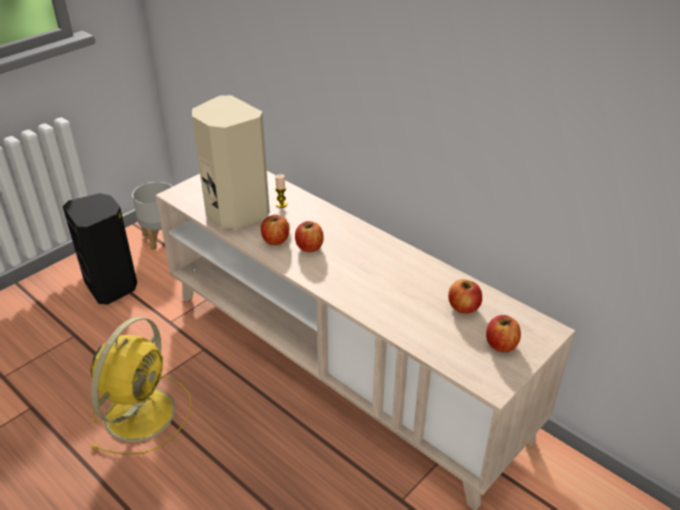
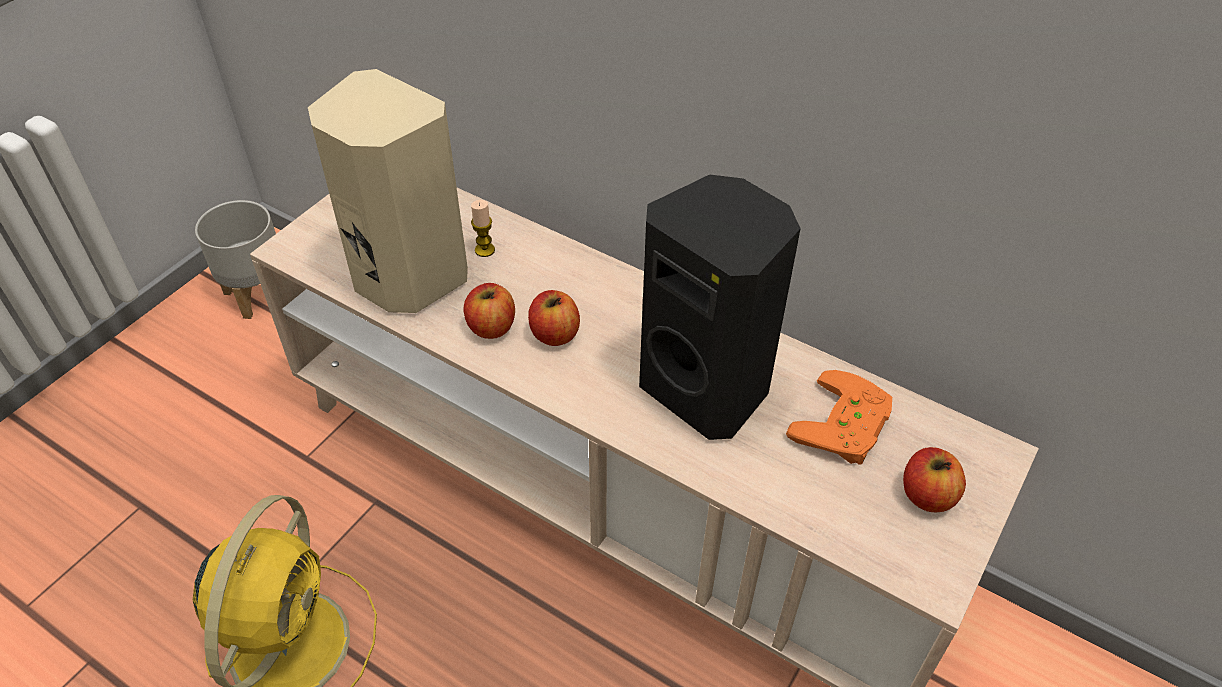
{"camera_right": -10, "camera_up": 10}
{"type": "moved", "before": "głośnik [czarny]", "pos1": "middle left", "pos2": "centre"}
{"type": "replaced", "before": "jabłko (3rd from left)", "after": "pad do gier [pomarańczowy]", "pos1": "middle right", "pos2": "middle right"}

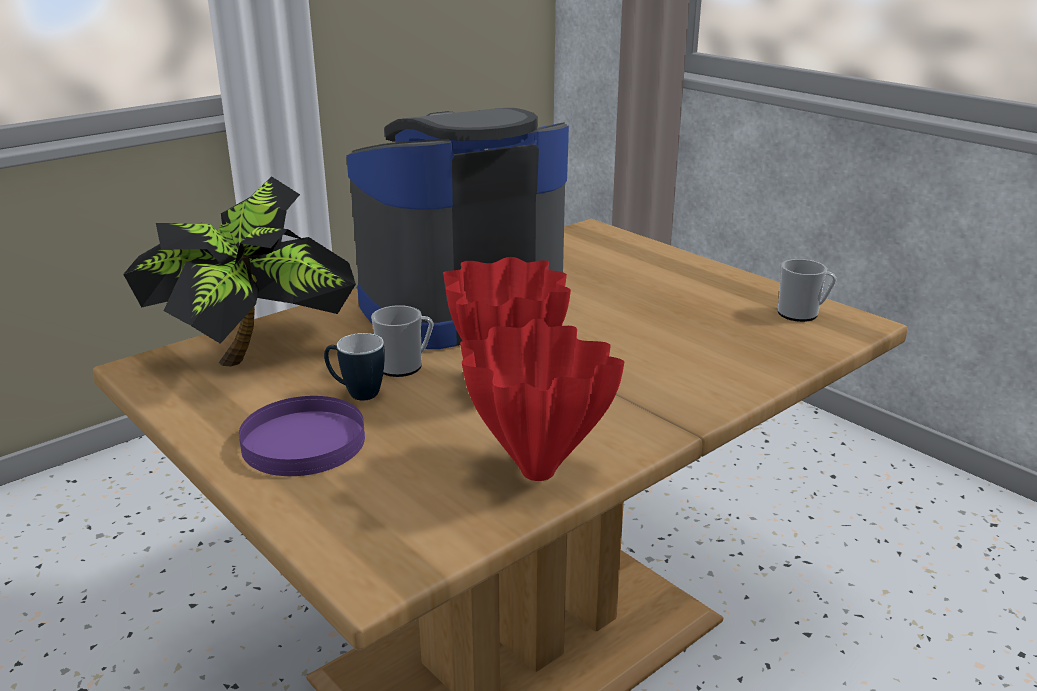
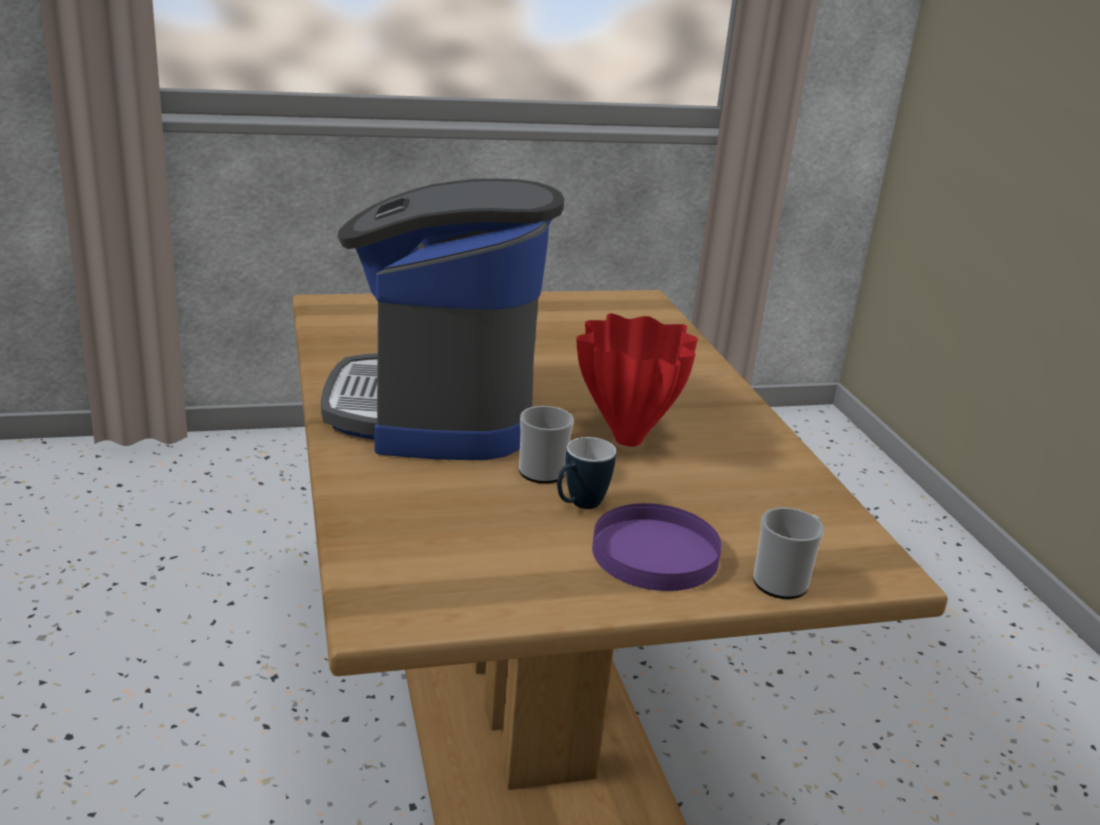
{"camera_right": -65, "camera_up": 0}
{"type": "moved", "before": "kubek (3rd from left)", "pos1": "middle right", "pos2": "bottom right"}
{"type": "removed", "before": "roślina doniczkowa", "pos1": "middle left"}
{"type": "removed", "before": "wazon [czerwony] (2nd from left)", "pos1": "centre"}

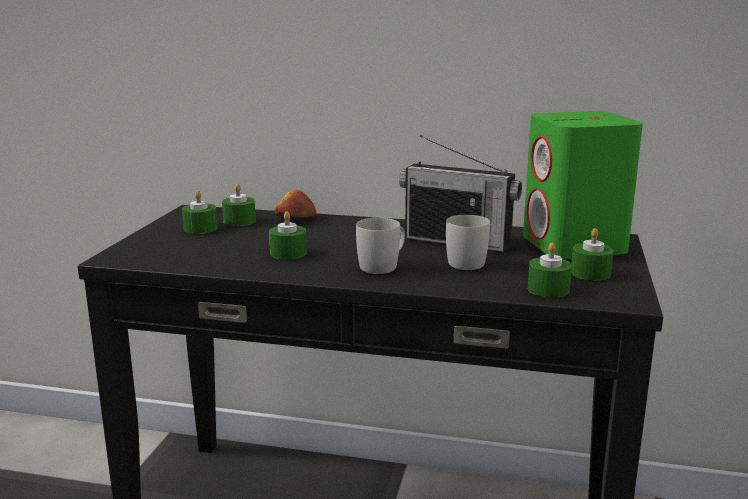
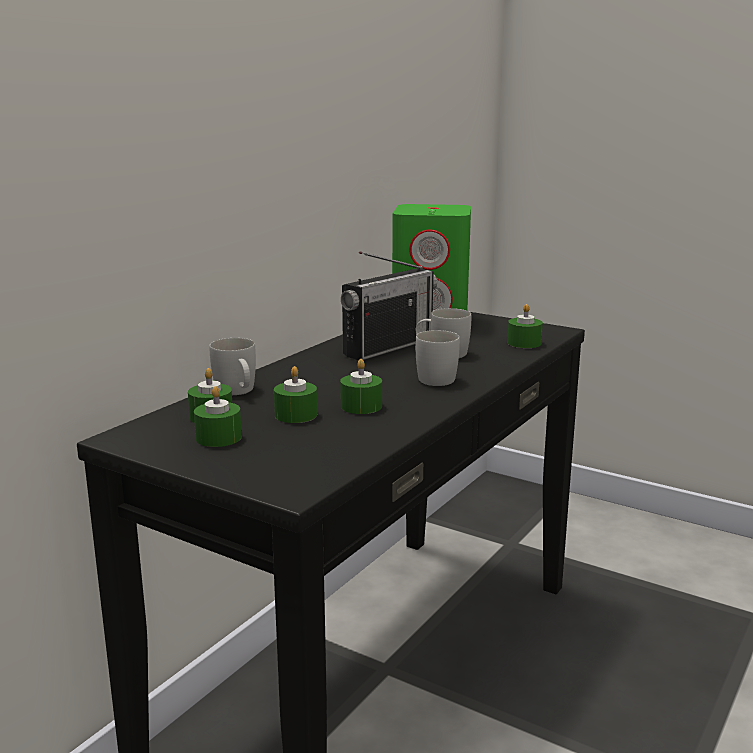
{"camera_right": -70, "camera_up": 0}
{"type": "replaced", "before": "jabłko", "after": "kubek [biały] (1st from left)", "pos1": "centre", "pos2": "middle left"}
{"type": "moved", "before": "świeca [zielony] (5th from left in the first image)", "after": "świeca [zielony] (3rd from left)", "pos1": "middle right", "pos2": "centre"}

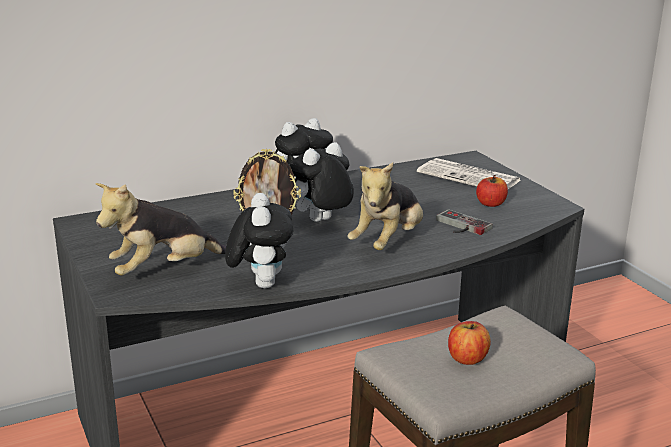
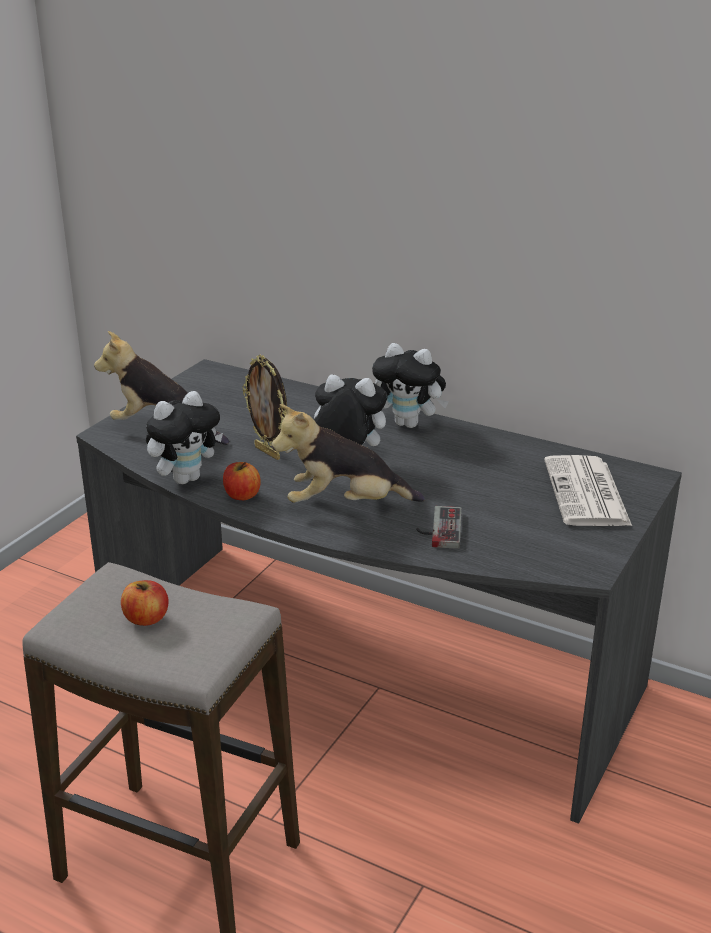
{"camera_right": 55, "camera_up": 5}
{"type": "moved", "before": "jabłko (2nd from left)", "pos1": "middle right", "pos2": "centre"}

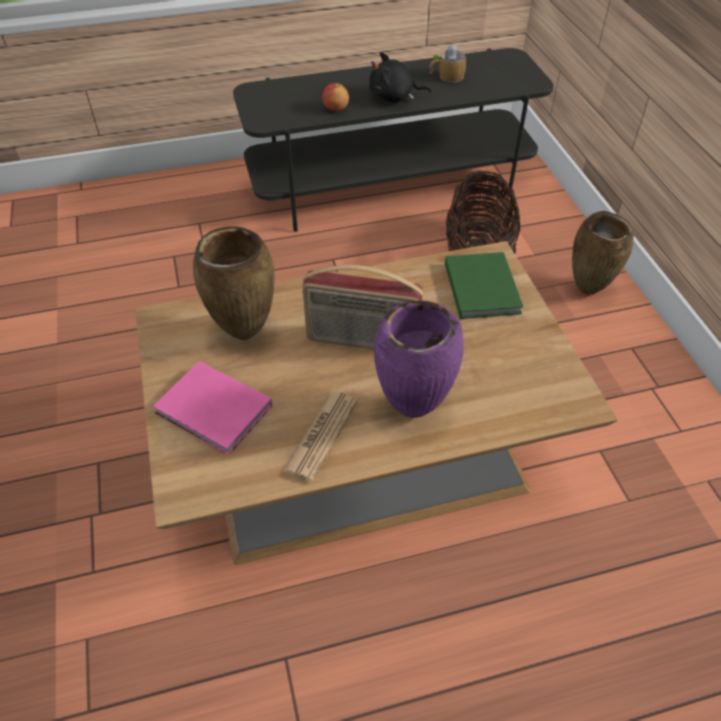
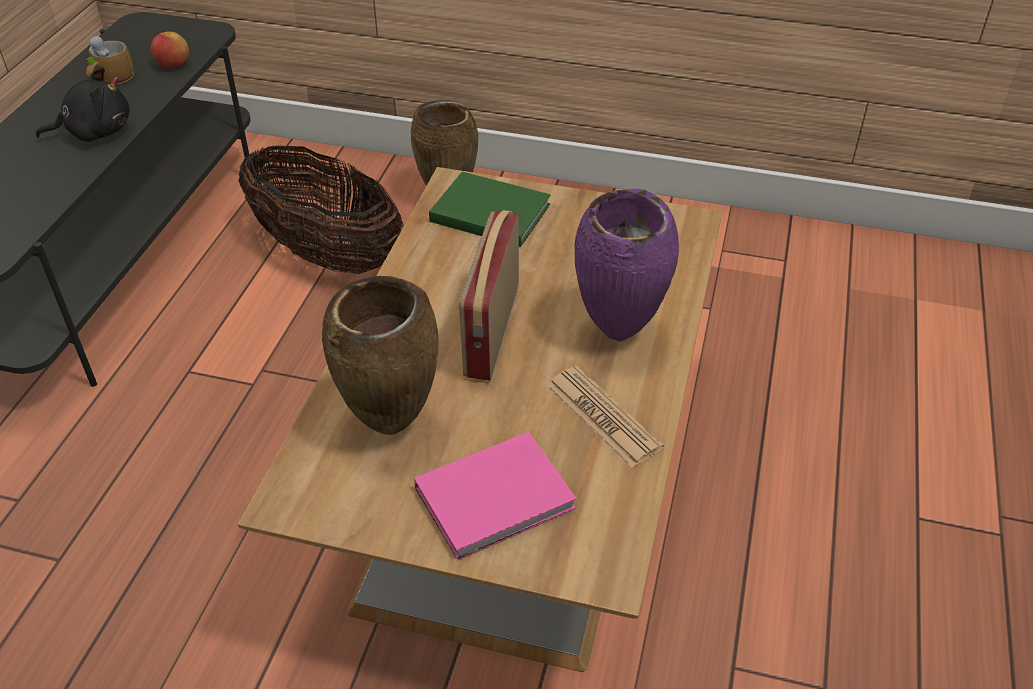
{"camera_right": -60, "camera_up": -5}
{"type": "turned", "before": "pluszak [czarny]", "pos1": "top centre", "pos2": "top left", "turn": -135}
{"type": "moved", "before": "jabłko", "pos1": "top centre", "pos2": "top left"}
{"type": "turned", "before": "radio", "pos1": "centre", "pos2": "centre", "turn": 150}

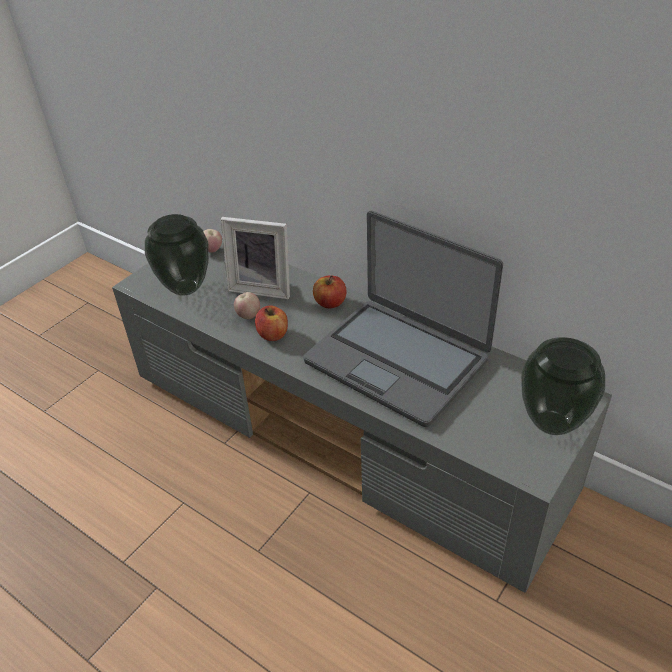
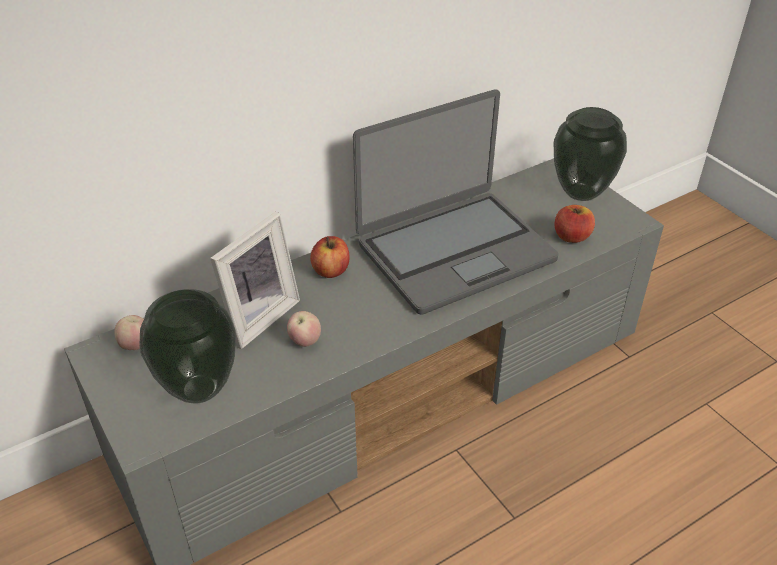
{"camera_right": -70, "camera_up": 0}
{"type": "moved", "before": "jabłko (3rd from left in the first image)", "after": "jabłko (4th from left)", "pos1": "centre", "pos2": "middle right"}

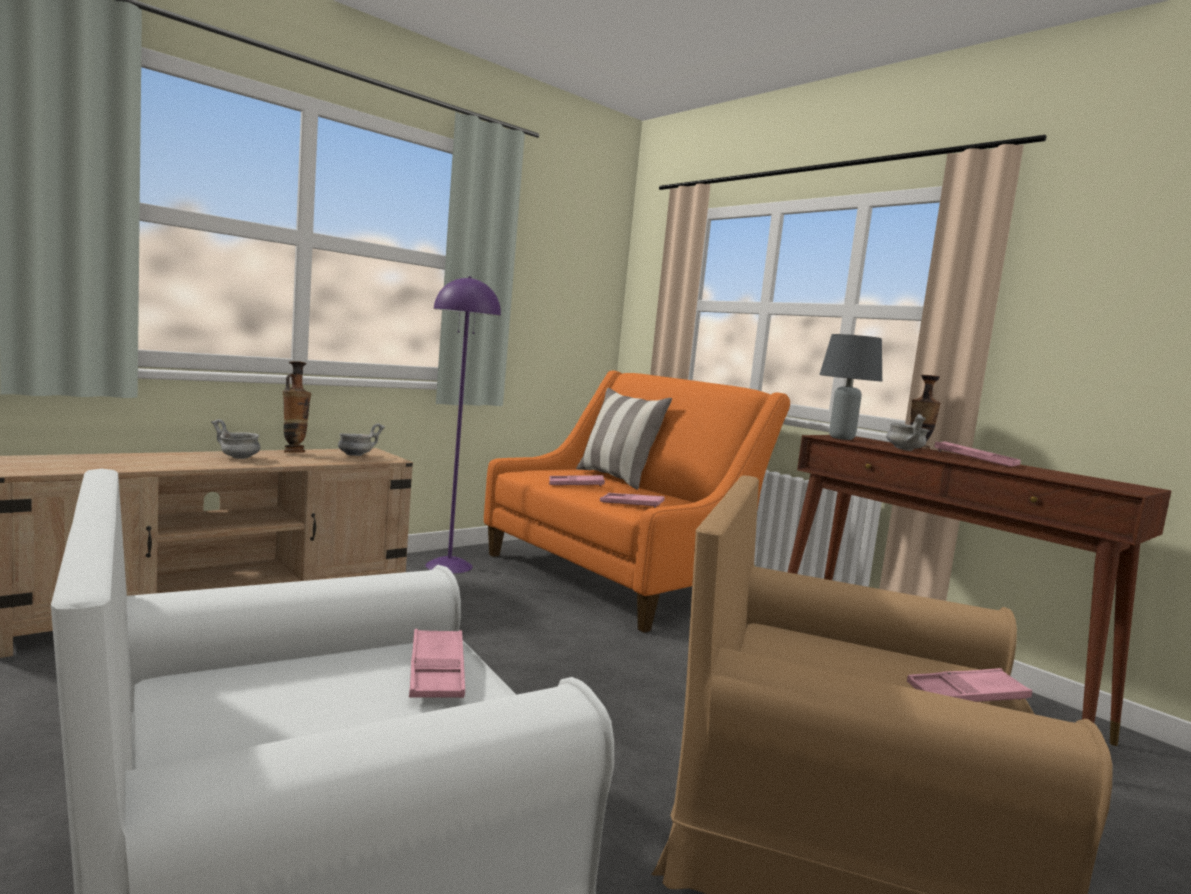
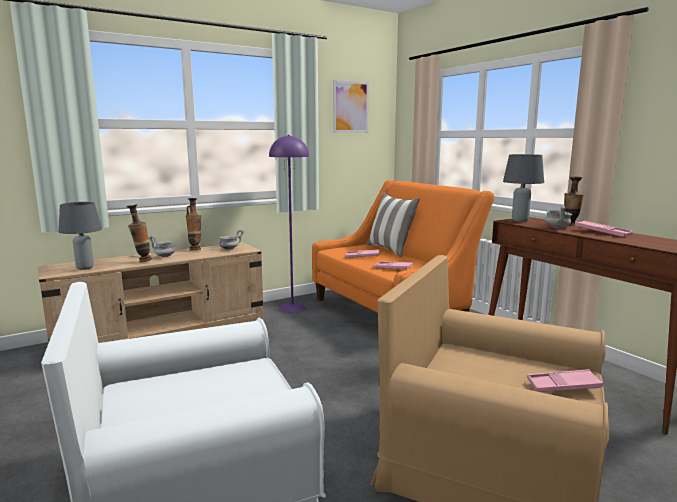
{"camera_right": 10, "camera_up": 5}
{"type": "added", "after": "lampa stołowa [szary] (1st from left)", "pos2": "middle left"}
{"type": "added", "after": "wazon (1st from left)", "pos2": "middle left"}
{"type": "added", "after": "obraz", "pos2": "top centre"}
{"type": "removed", "before": "taca [różowy] (1st from left)", "pos1": "bottom centre"}

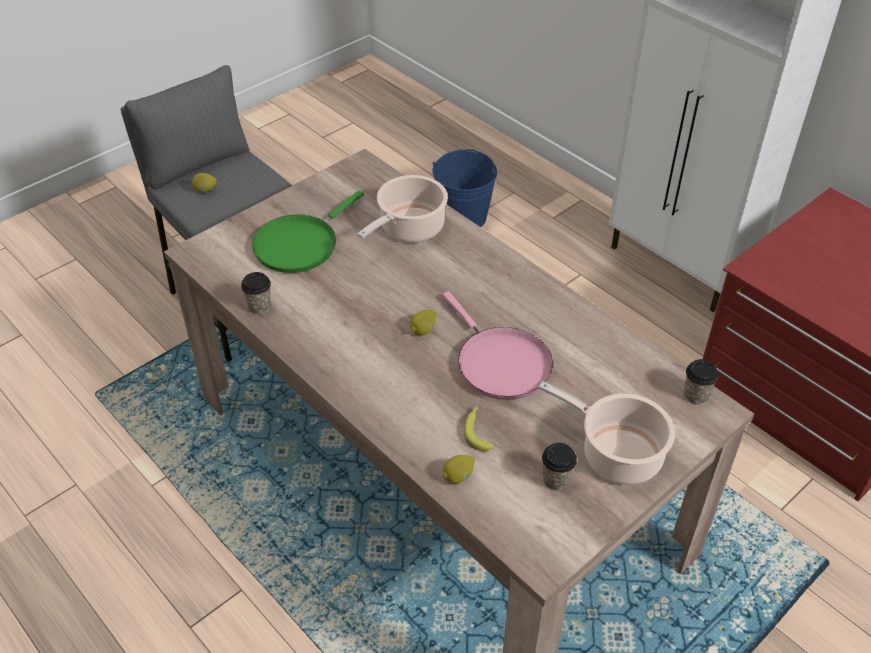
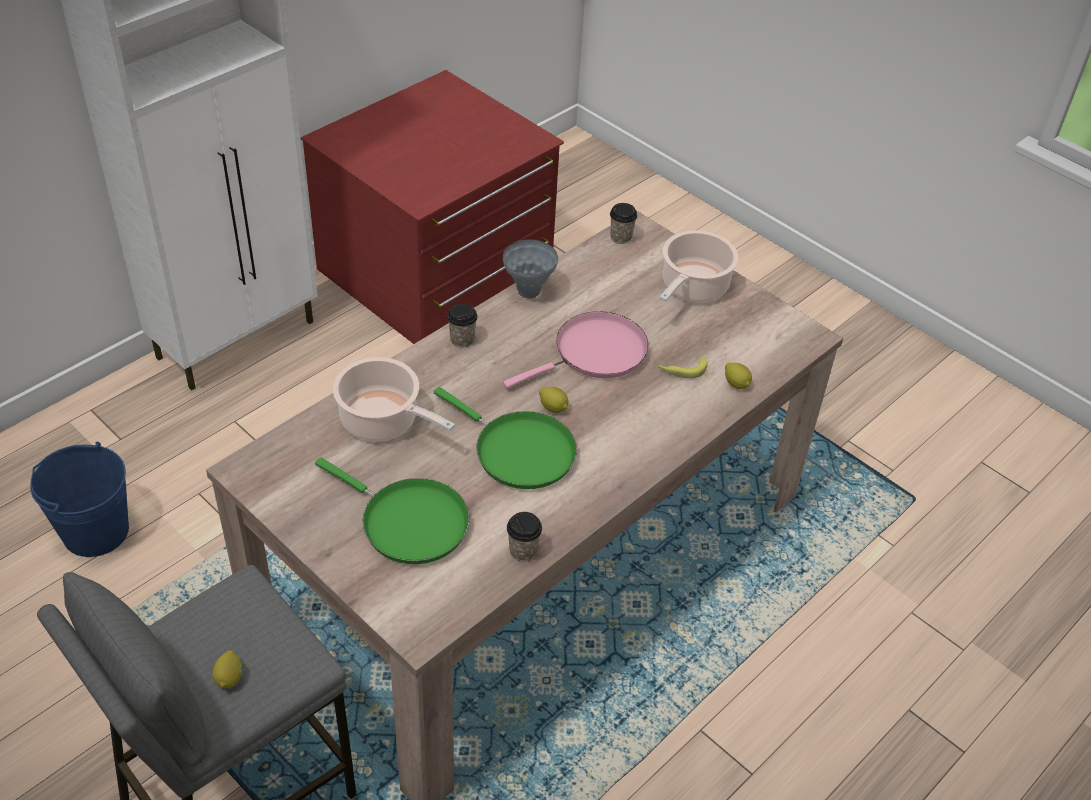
{"camera_right": -95, "camera_up": 0}
{"type": "added", "after": "patelnia [zielony] (2nd from left)", "pos2": "centre"}
{"type": "moved", "before": "filiżanka (2nd from left in the first image)", "after": "filiżanka (1st from left)", "pos1": "bottom centre", "pos2": "centre"}
{"type": "added", "after": "wazon [szary]", "pos2": "centre"}

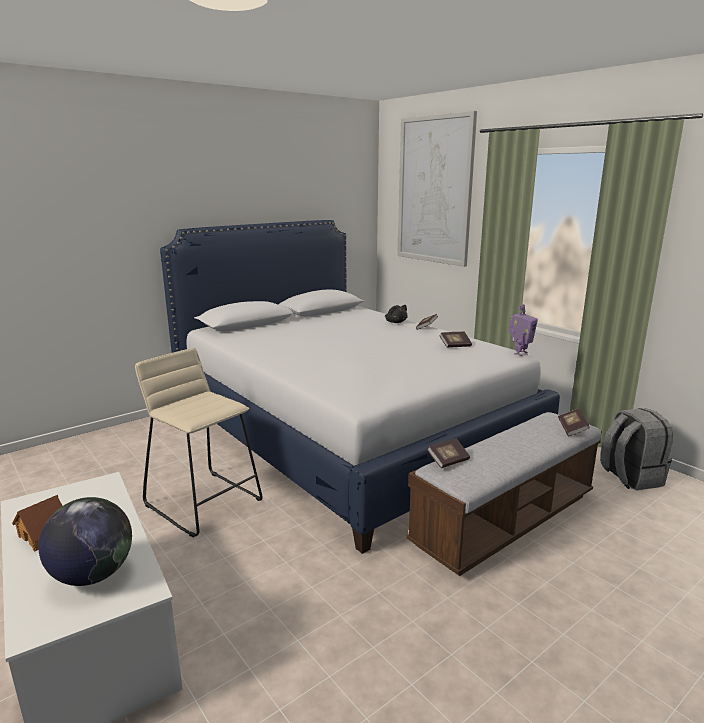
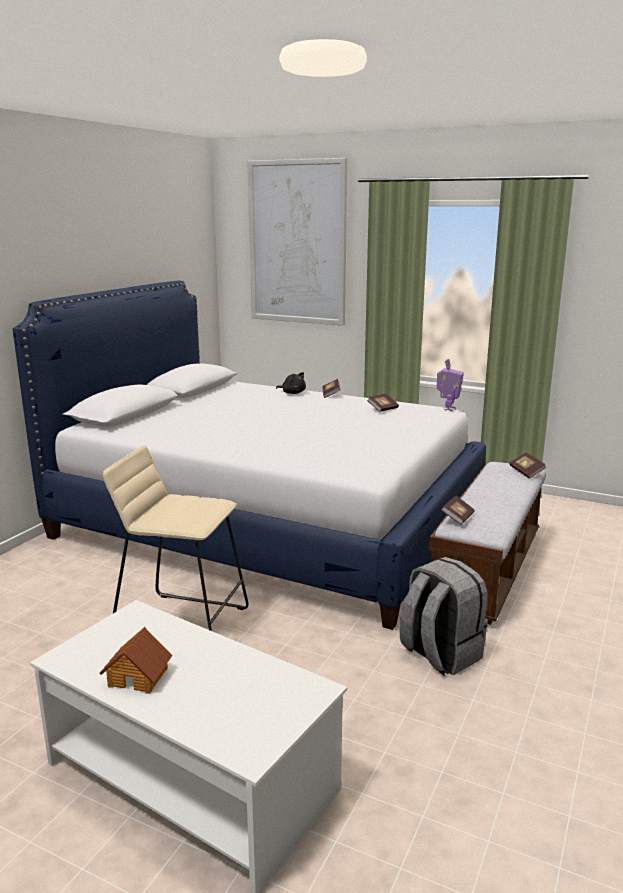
{"camera_right": -25, "camera_up": 0}
{"type": "moved", "before": "plecak [szary]", "pos1": "middle right", "pos2": "bottom right"}
{"type": "removed", "before": "globus", "pos1": "bottom left"}

